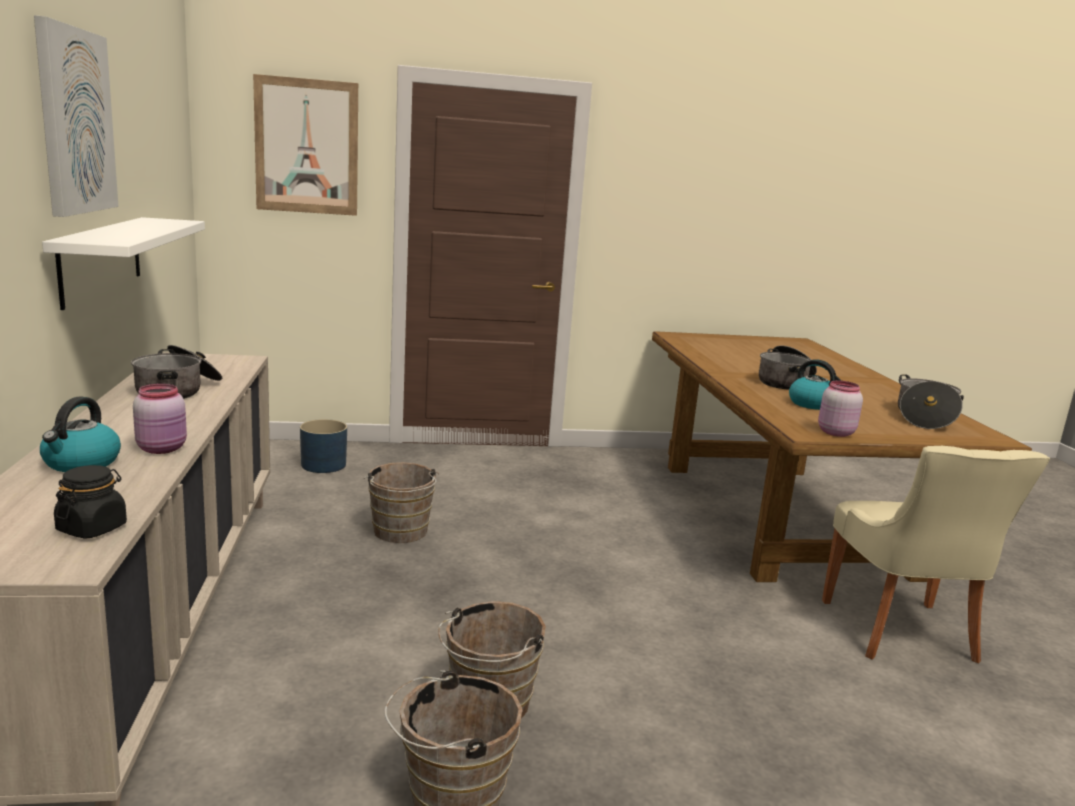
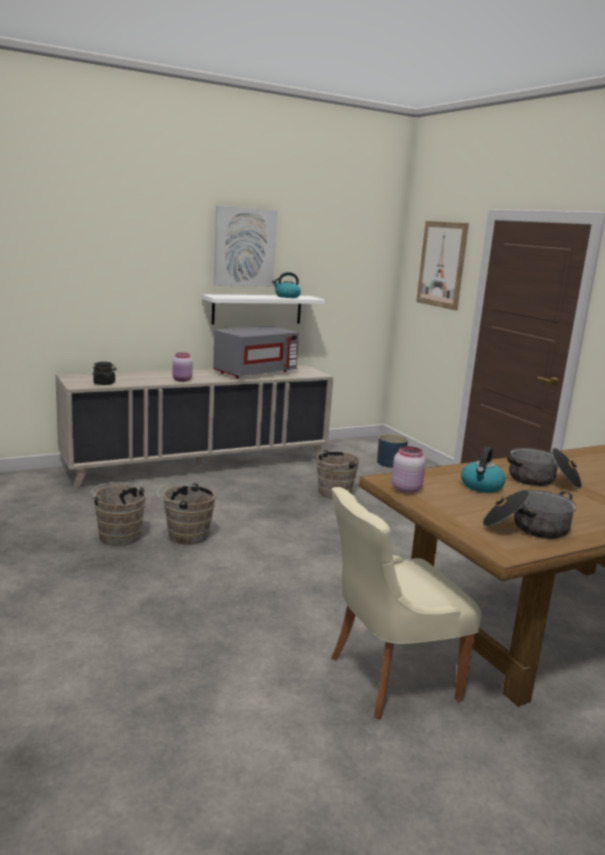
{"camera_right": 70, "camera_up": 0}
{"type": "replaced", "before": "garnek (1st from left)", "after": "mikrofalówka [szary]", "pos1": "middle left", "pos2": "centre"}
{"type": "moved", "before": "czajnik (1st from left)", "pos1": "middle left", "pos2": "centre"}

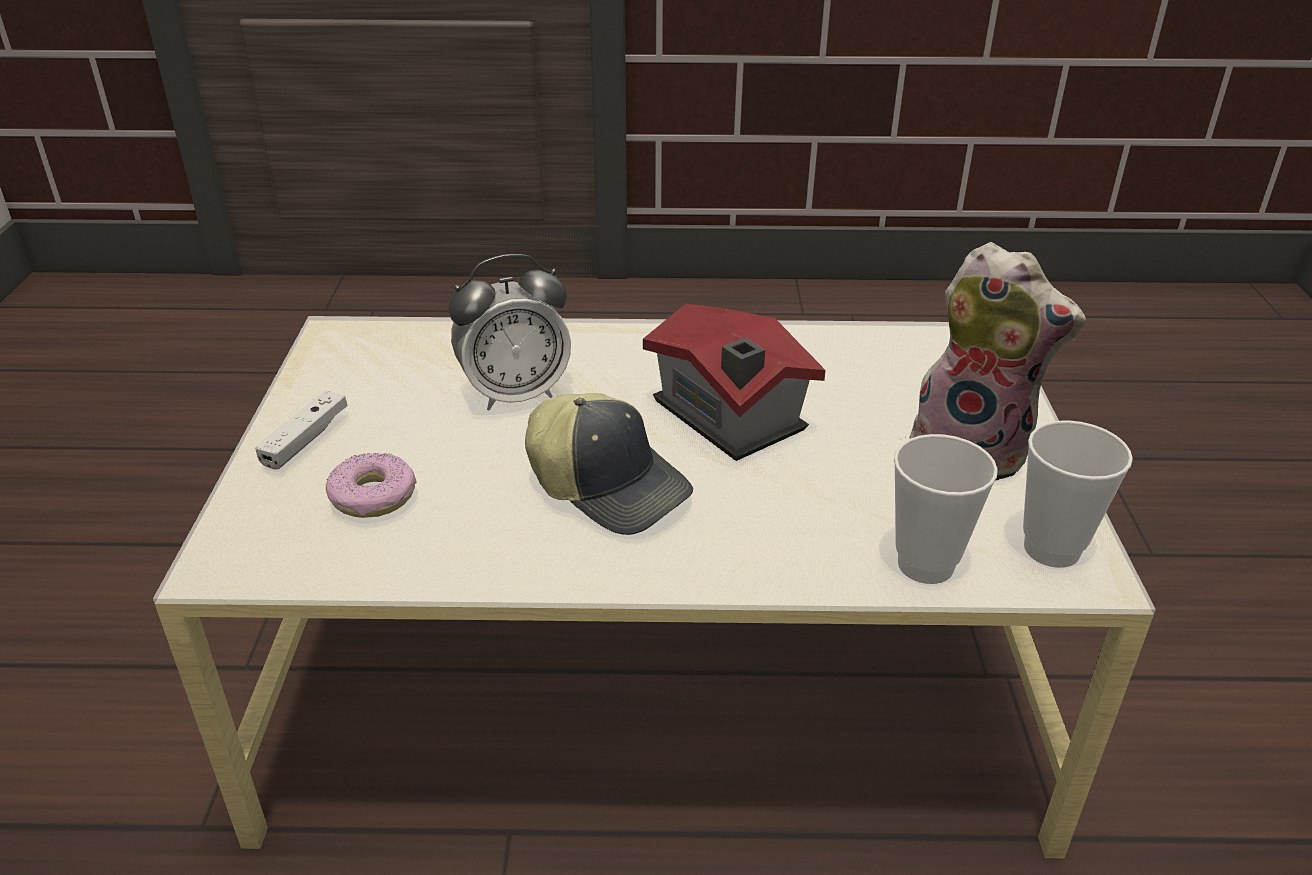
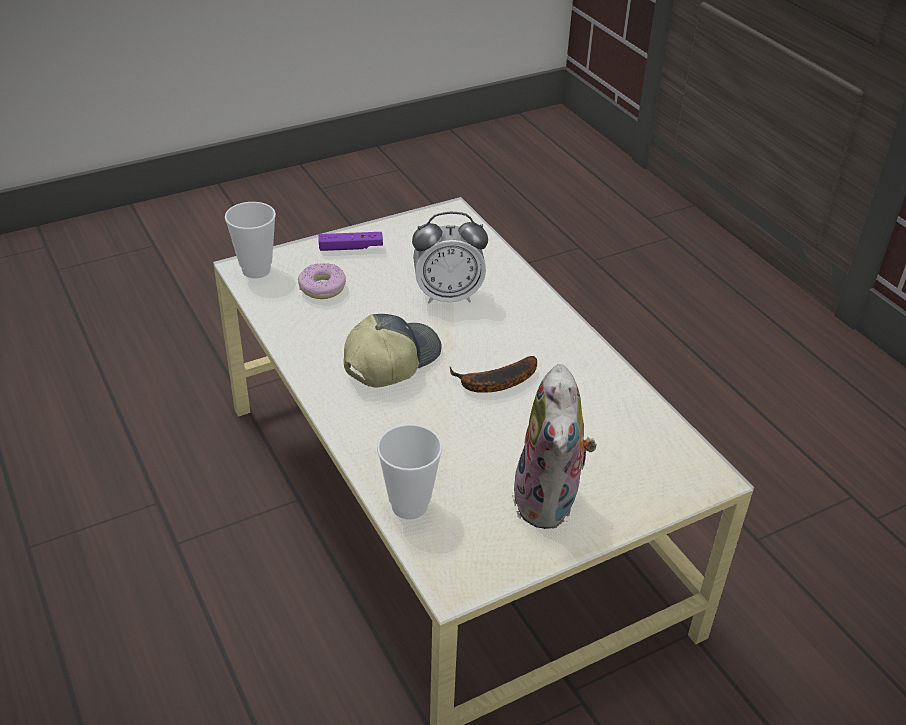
{"camera_right": 60, "camera_up": 5}
{"type": "moved", "before": "filiżanka (2nd from left in the first image)", "after": "filiżanka (1st from left)", "pos1": "middle right", "pos2": "top left"}
{"type": "recoloured", "before": "pad do gier [biały]", "after": "pad do gier [fioletowy]", "pos1": "middle left", "pos2": "top centre"}
{"type": "turned", "before": "czapka z daszkiem", "pos1": "centre", "pos2": "centre", "turn": -150}
{"type": "turned", "before": "budzik", "pos1": "centre", "pos2": "centre", "turn": -45}
{"type": "replaced", "before": "domek", "after": "banan", "pos1": "centre", "pos2": "centre"}

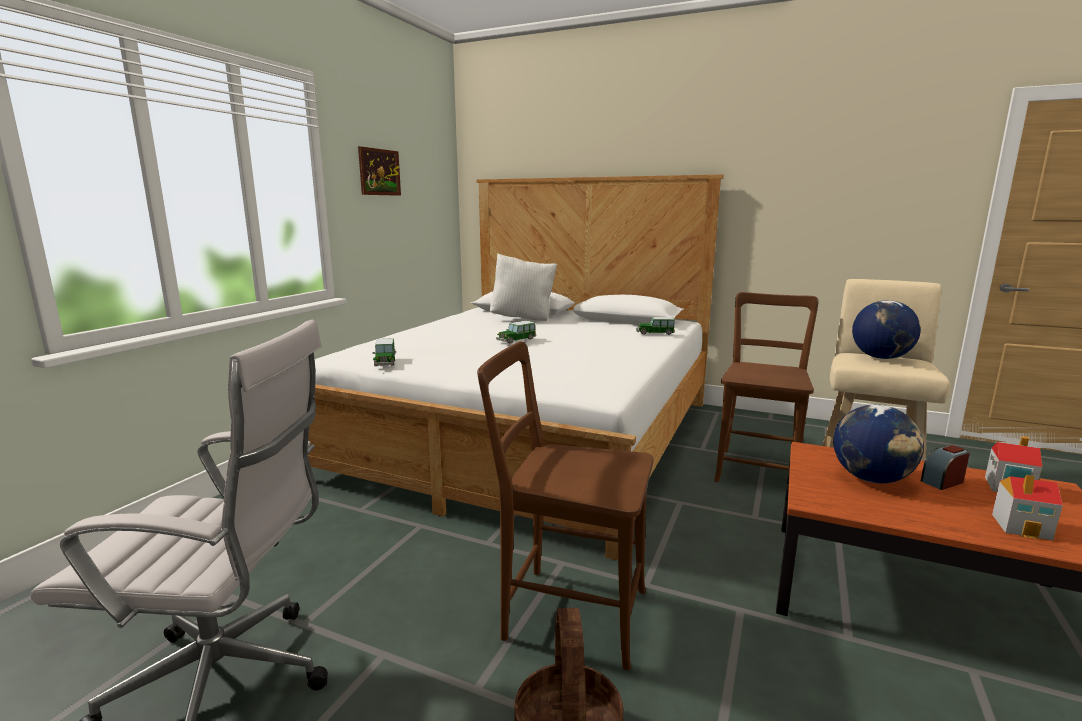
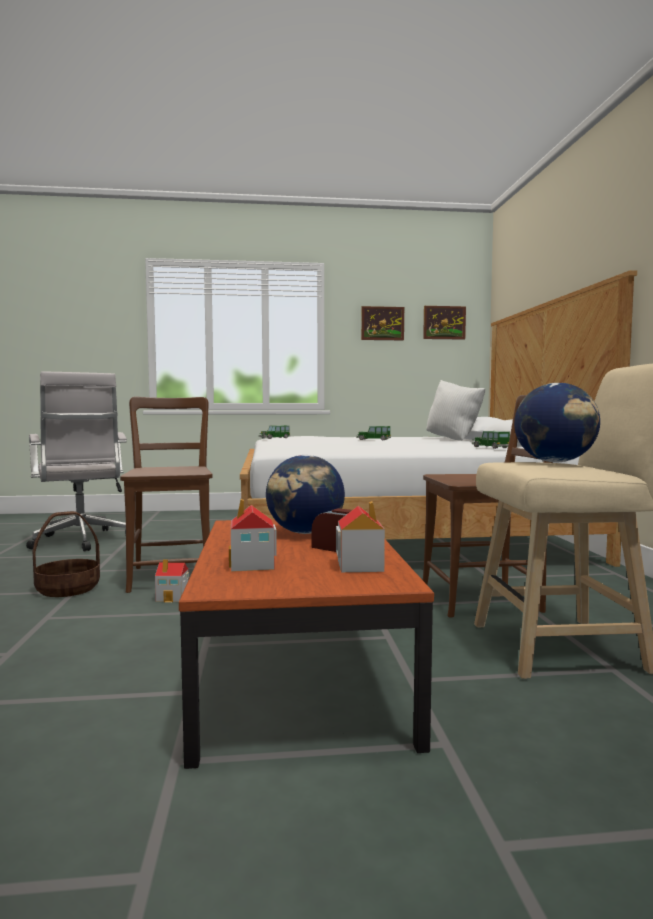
{"camera_right": 60, "camera_up": -10}
{"type": "added", "after": "domek (1st from left)", "pos2": "middle left"}
{"type": "added", "after": "obraz (2nd from left)", "pos2": "middle right"}

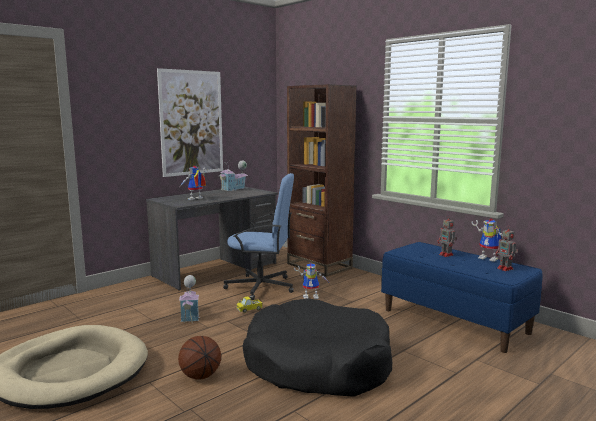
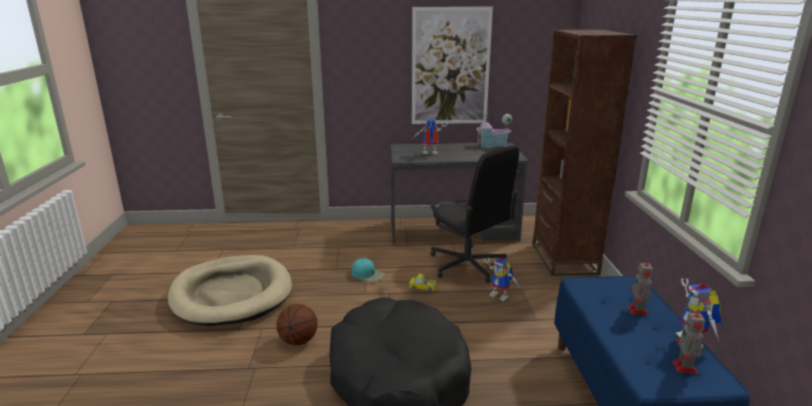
{"camera_right": 40, "camera_up": 10}
{"type": "replaced", "before": "domek (1st from left)", "after": "czapka z daszkiem [turkusowy]", "pos1": "bottom left", "pos2": "centre"}
{"type": "recoloured", "before": "krzesło biurowe [niebieski]", "after": "krzesło biurowe [czarny]", "pos1": "centre", "pos2": "centre"}

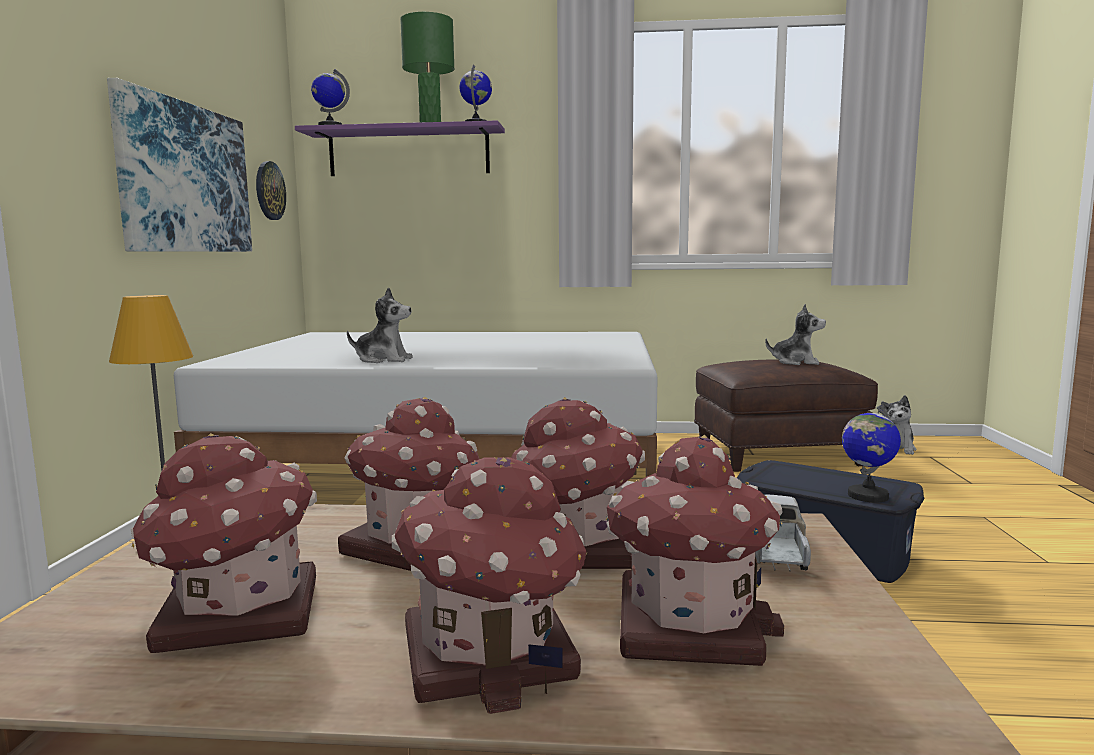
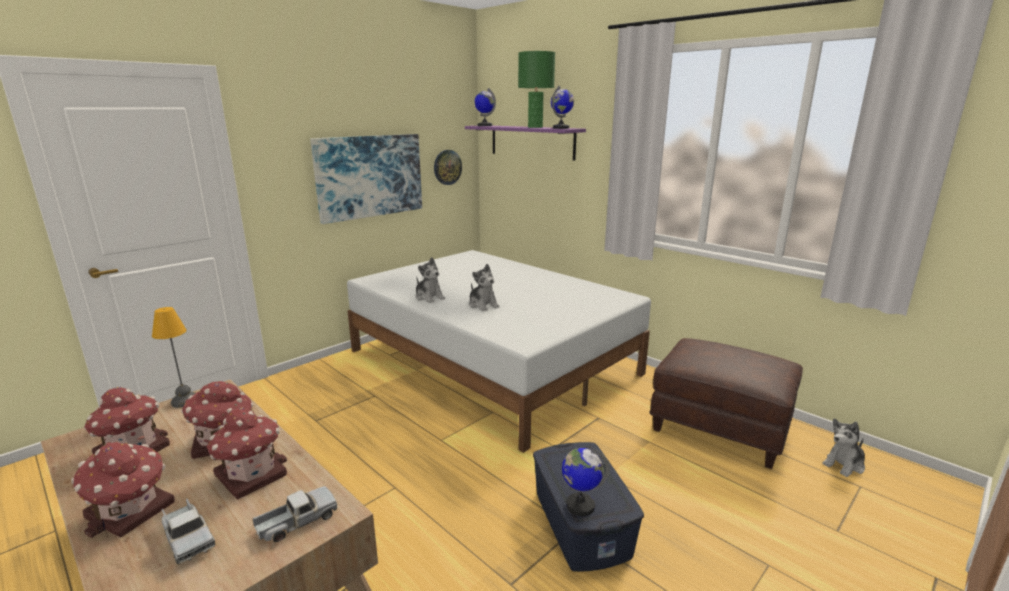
{"camera_right": 40, "camera_up": 10}
{"type": "replaced", "before": "domek (5th from left)", "after": "ciężarówka zabawkowa (1st from left)", "pos1": "bottom centre", "pos2": "bottom left"}
{"type": "moved", "before": "pluszak (2nd from left)", "pos1": "middle right", "pos2": "centre"}

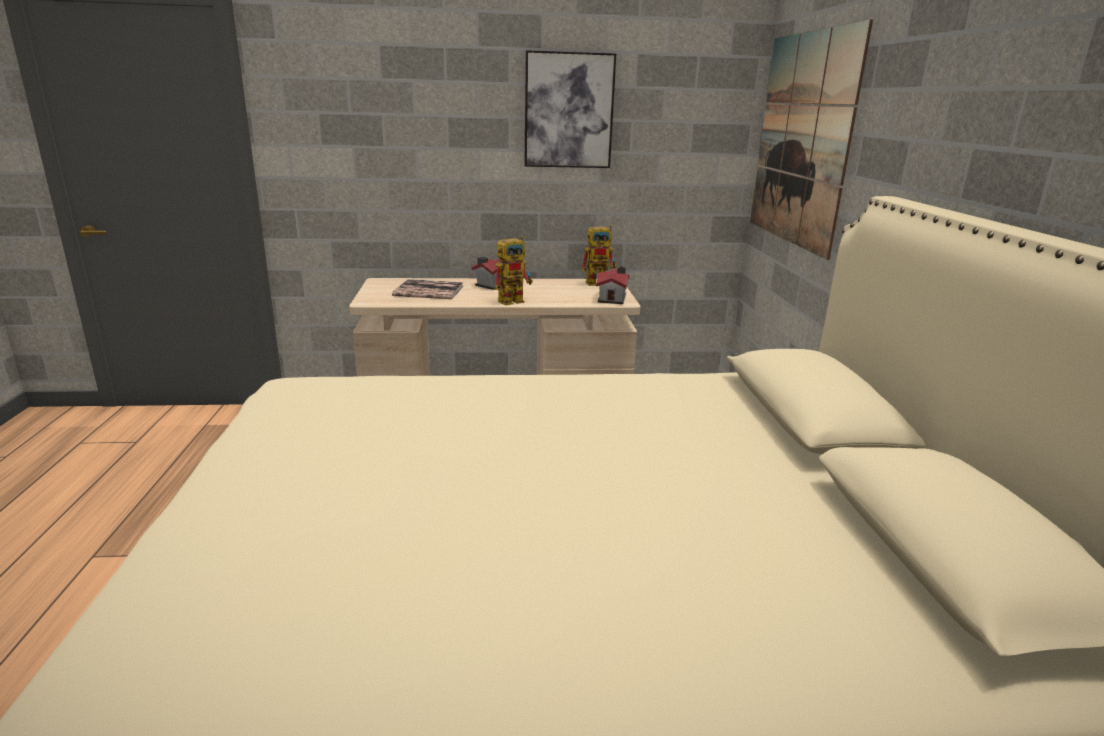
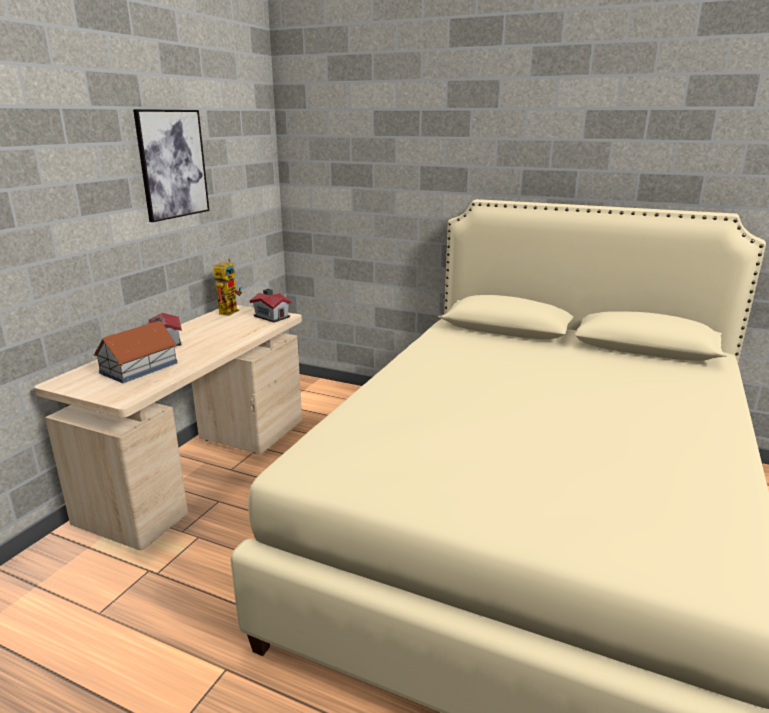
{"camera_right": -60, "camera_up": 0}
{"type": "replaced", "before": "książka", "after": "domek (1st from left)", "pos1": "centre", "pos2": "middle left"}
{"type": "removed", "before": "robot zabawkowy (1st from left)", "pos1": "centre"}
{"type": "removed", "before": "obraz (2nd from left)", "pos1": "top right"}

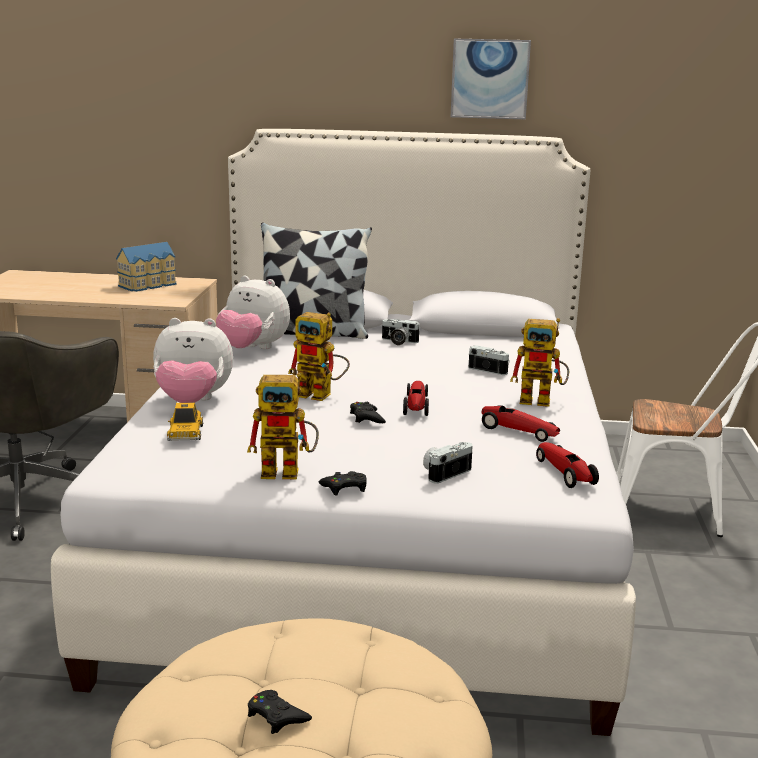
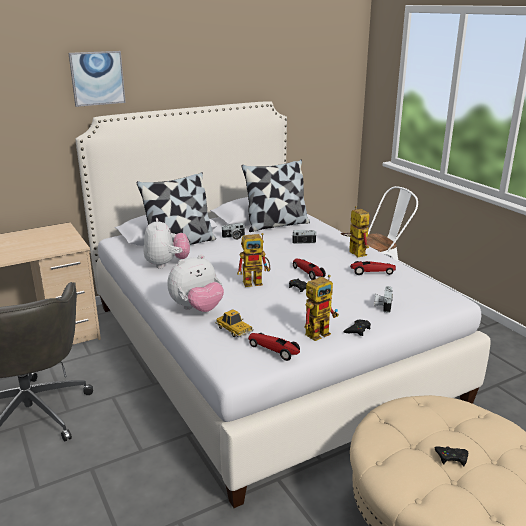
{"camera_right": -35, "camera_up": 5}
{"type": "moved", "before": "obraz", "pos1": "top centre", "pos2": "top left"}
{"type": "turned", "before": "pluszak (2nd from left in the first image)", "pos1": "centre", "pos2": "middle left", "turn": -90}
{"type": "added", "after": "poduszka (2nd from left)", "pos2": "centre"}
{"type": "moved", "before": "samochodzik (4th from left in the first image)", "after": "samochodzik (2nd from left)", "pos1": "middle right", "pos2": "centre"}
{"type": "turned", "before": "robot zabawkowy (3rd from left)", "pos1": "middle right", "pos2": "middle right", "turn": -90}
{"type": "removed", "before": "domek", "pos1": "middle left"}

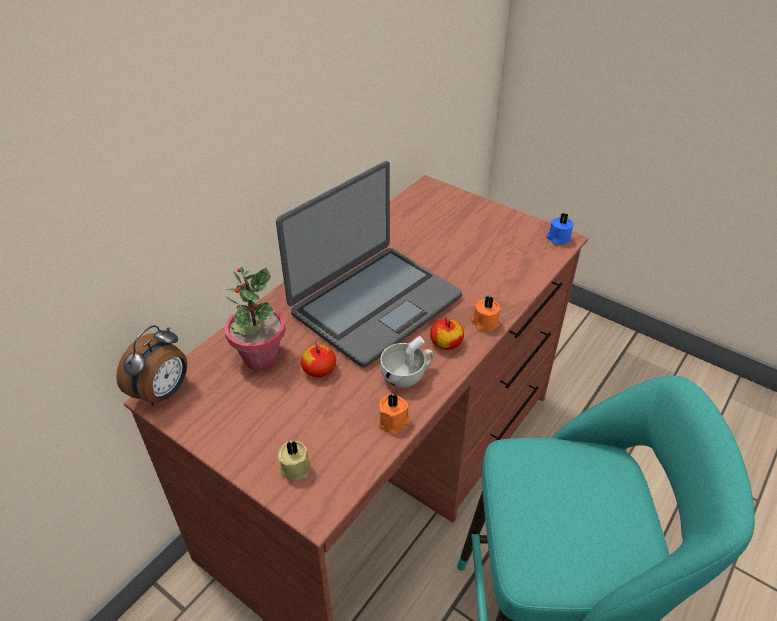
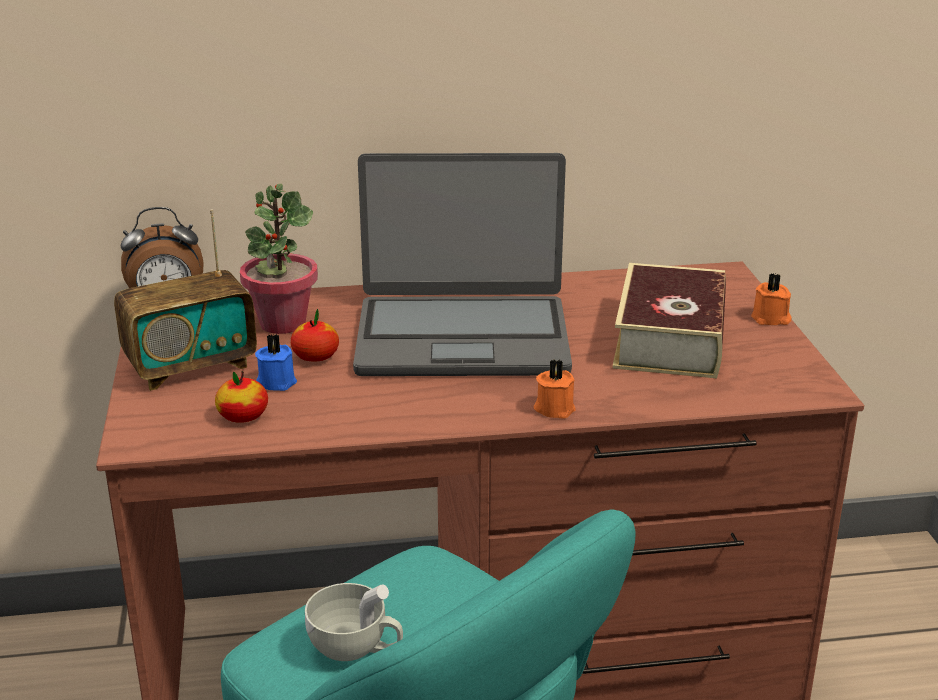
{"camera_right": 45, "camera_up": -15}
{"type": "added", "after": "radio", "pos2": "middle left"}
{"type": "moved", "before": "jabłko (2nd from left in the first image)", "after": "jabłko (1st from left)", "pos1": "centre", "pos2": "middle left"}
{"type": "moved", "before": "świeca [niebieski]", "pos1": "middle right", "pos2": "middle left"}
{"type": "moved", "before": "filiżanka [biały]", "pos1": "centre", "pos2": "bottom centre"}
{"type": "added", "after": "książka", "pos2": "middle right"}
{"type": "moved", "before": "świeca [pomarańczowy] (1st from left in the first image)", "after": "świeca [pomarańczowy] (2nd from left)", "pos1": "centre", "pos2": "middle right"}
{"type": "removed", "before": "świeca [beżowy]", "pos1": "bottom centre"}

